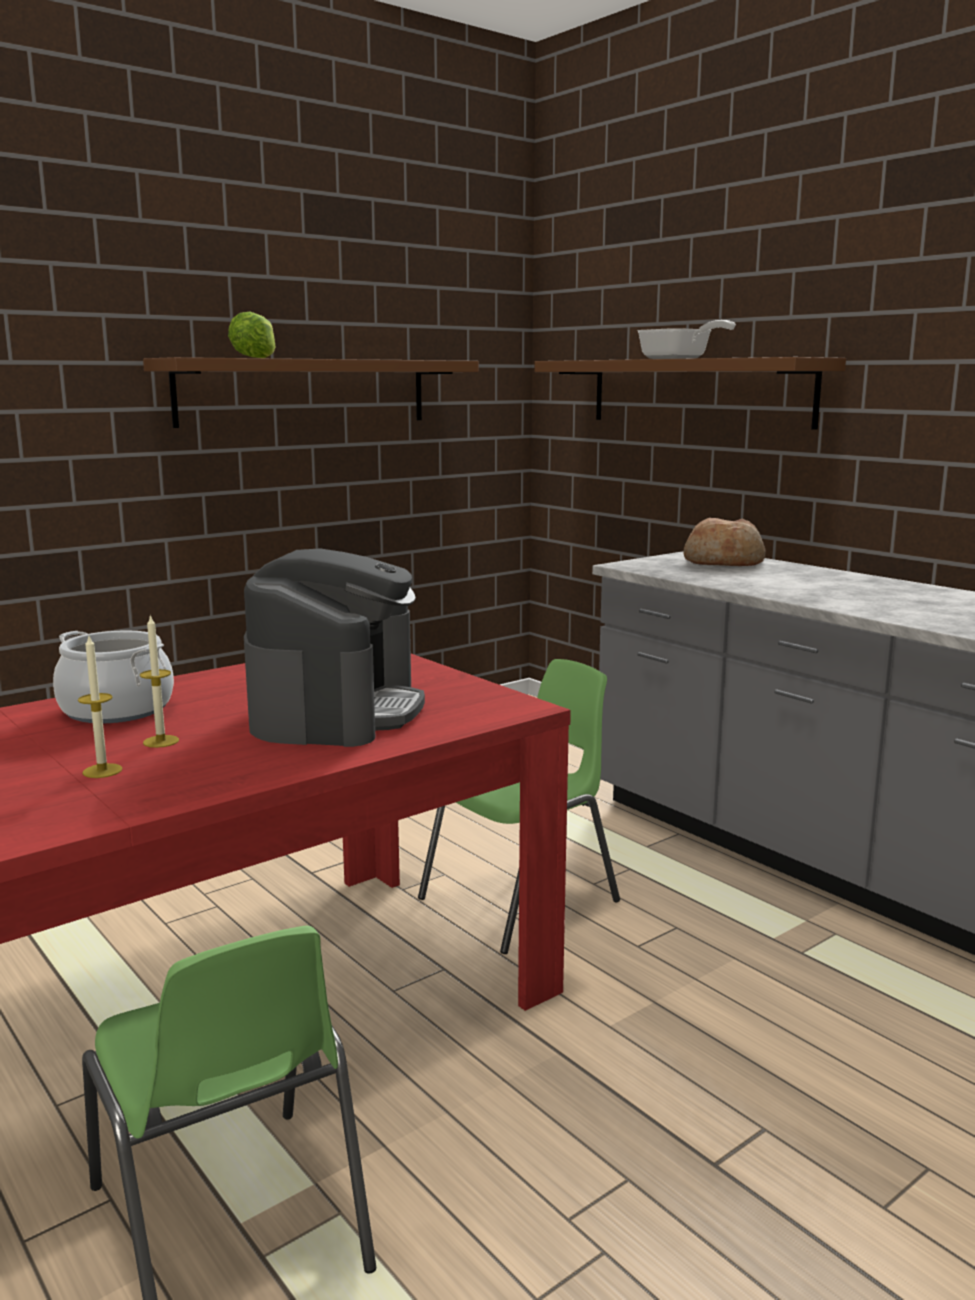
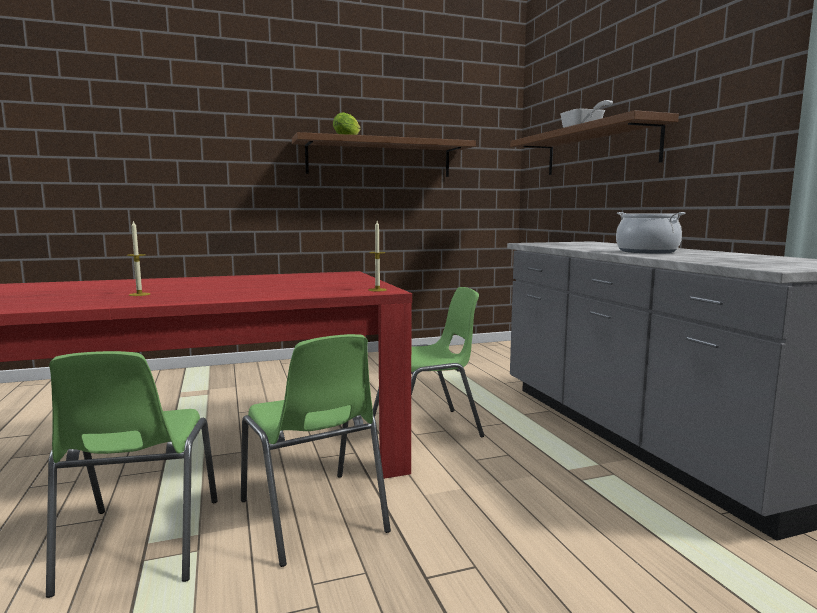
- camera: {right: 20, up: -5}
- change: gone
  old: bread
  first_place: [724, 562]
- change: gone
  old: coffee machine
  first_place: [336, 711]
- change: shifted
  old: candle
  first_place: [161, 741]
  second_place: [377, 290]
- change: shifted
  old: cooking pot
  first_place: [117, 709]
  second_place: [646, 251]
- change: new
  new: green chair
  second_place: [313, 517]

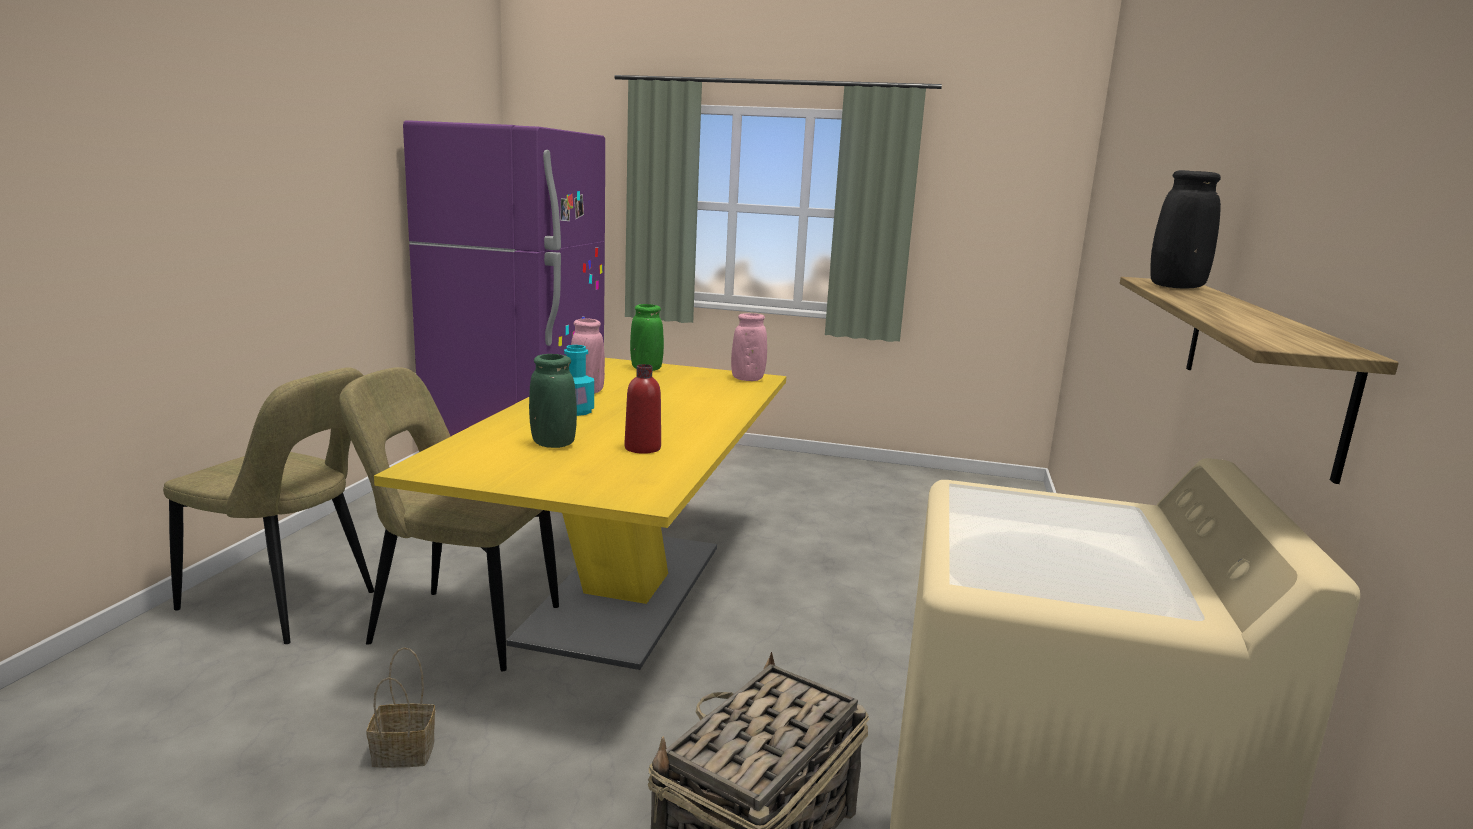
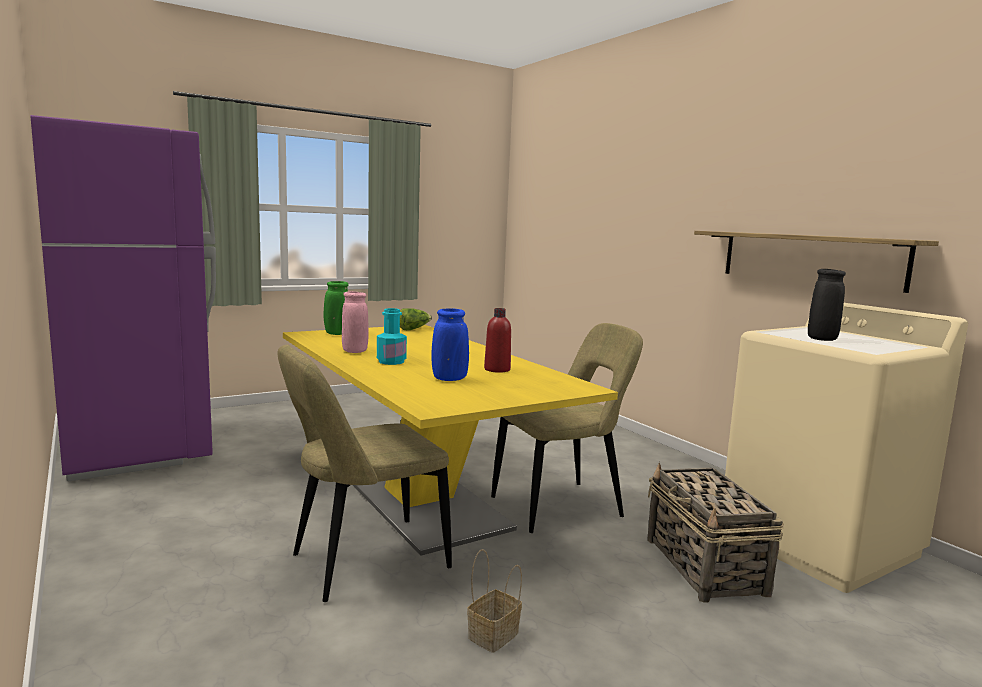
- camera: {right: -45, up: -5}
- change: shifted
  old: black vase
  first_place: [1176, 287]
  second_place: [822, 339]
- change: swapped
  old: pink vase
  new: lettuce
  first_place: [747, 379]
  second_place: [413, 329]
- change: repainted
  old: green vase
  new: blue vase
  first_place: [553, 444]
  second_place: [449, 379]
- change: shifted
  old: beige chair
  first_place: [285, 604]
  second_place: [562, 506]

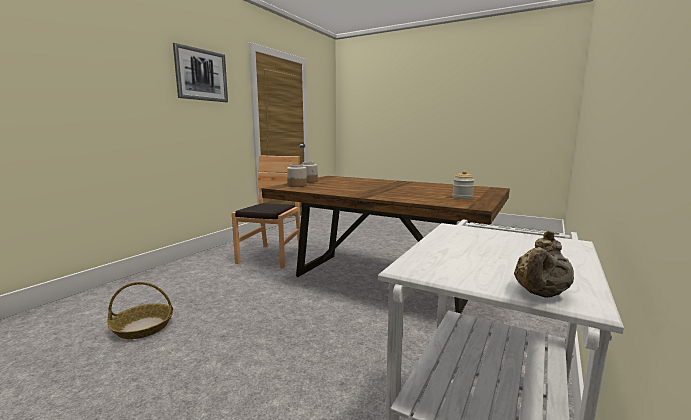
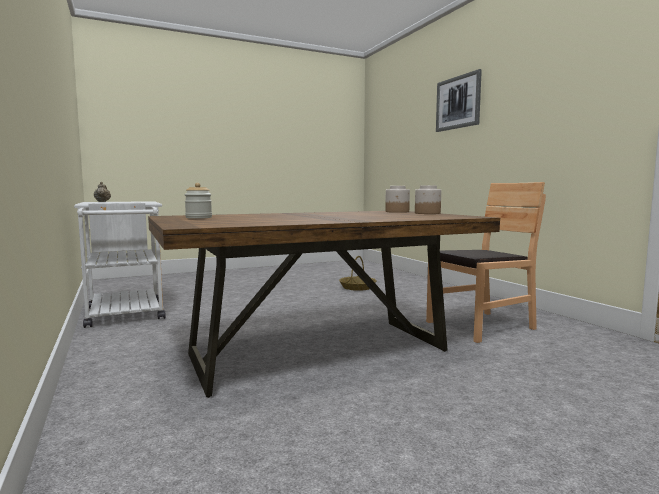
- camera: {right: 125, up: -5}
- change: shifted
  old: picture
  first_place: [201, 75]
  second_place: [458, 102]
- change: rotated
  old: brown chair
  first_place: [271, 256]
  second_place: [481, 326]
  degrees: -75

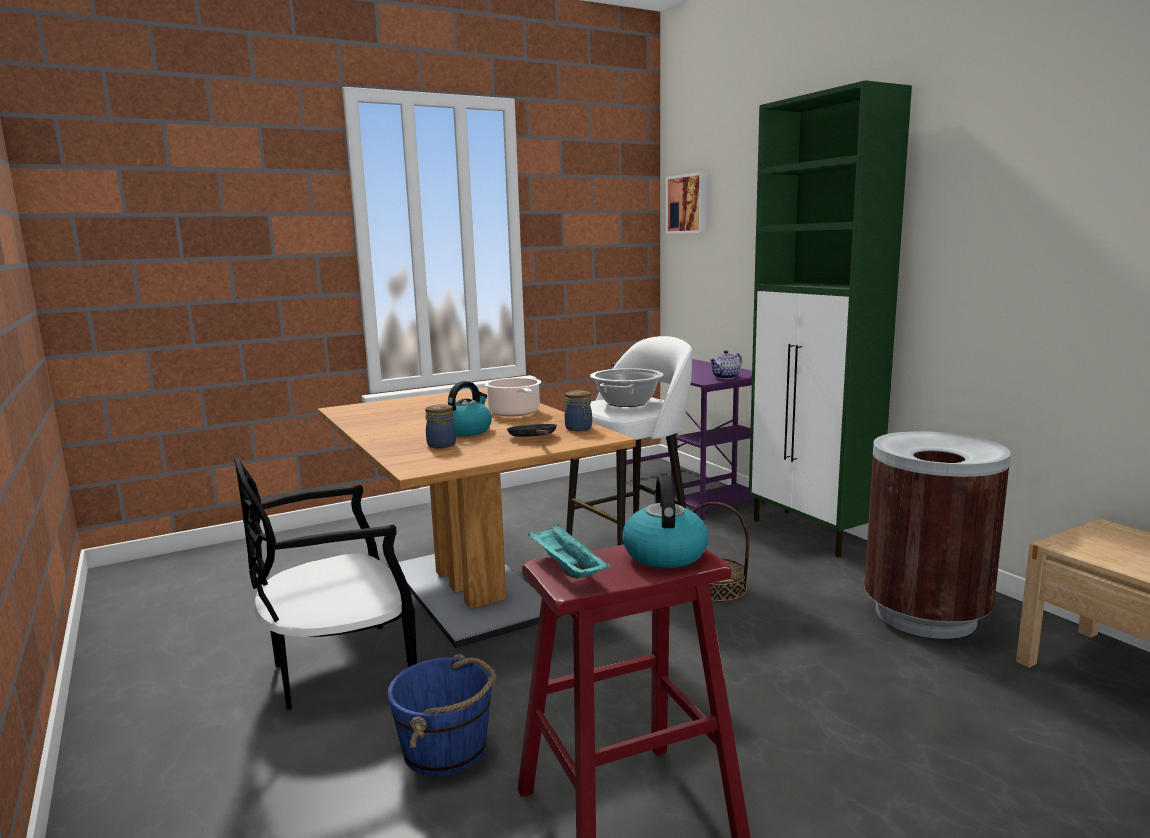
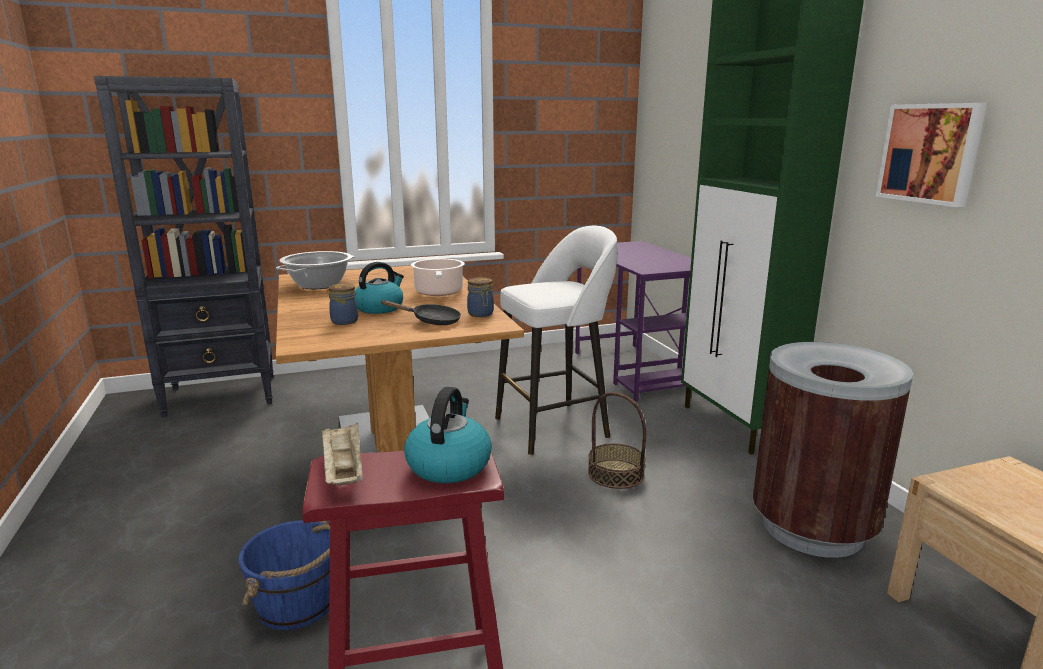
- camera: {right: 10, up: 5}
- change: shifted
  old: picture
  first_place: [688, 204]
  second_place: [931, 153]
- change: gone
  old: teapot
  first_place: [726, 377]
- change: shifted
  old: cooking pot
  first_place: [627, 403]
  second_place: [319, 285]
- change: rotated
  old: black frying pan
  first_place: [534, 438]
  second_place: [431, 321]
  degrees: 105
- change: gone
  old: black chair
  first_place: [338, 670]
- change: repainted
  old: turquoise tray
  new: beige tray
  first_place: [566, 568]
  second_place: [343, 470]
- change: new
  new: black bookcase
  second_place: [223, 395]

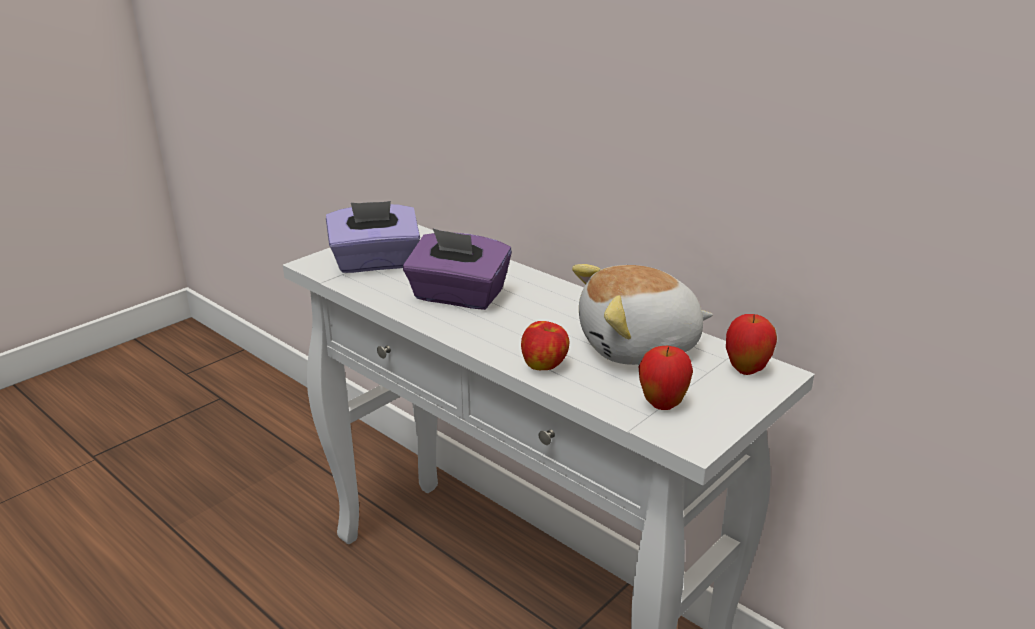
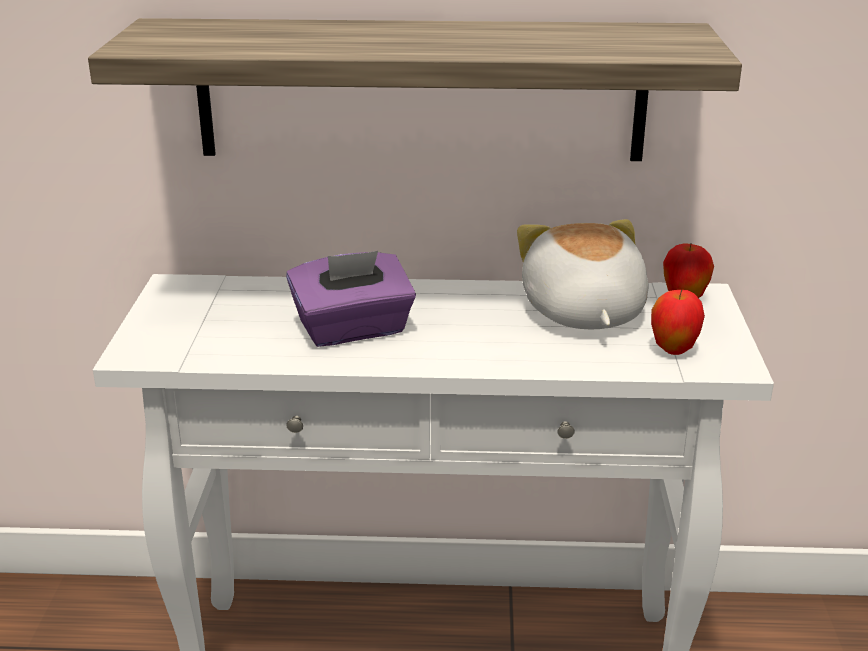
- camera: {right: -40, up: 0}
- change: gone
  old: purple tissue box
  first_place: [375, 263]
- change: rotated
  old: plush toy
  first_place: [639, 347]
  second_place: [582, 312]
  degrees: 135
- change: gone
  old: apple
  first_place: [544, 366]
- change: new
  new: shelf
  second_place: [421, 90]

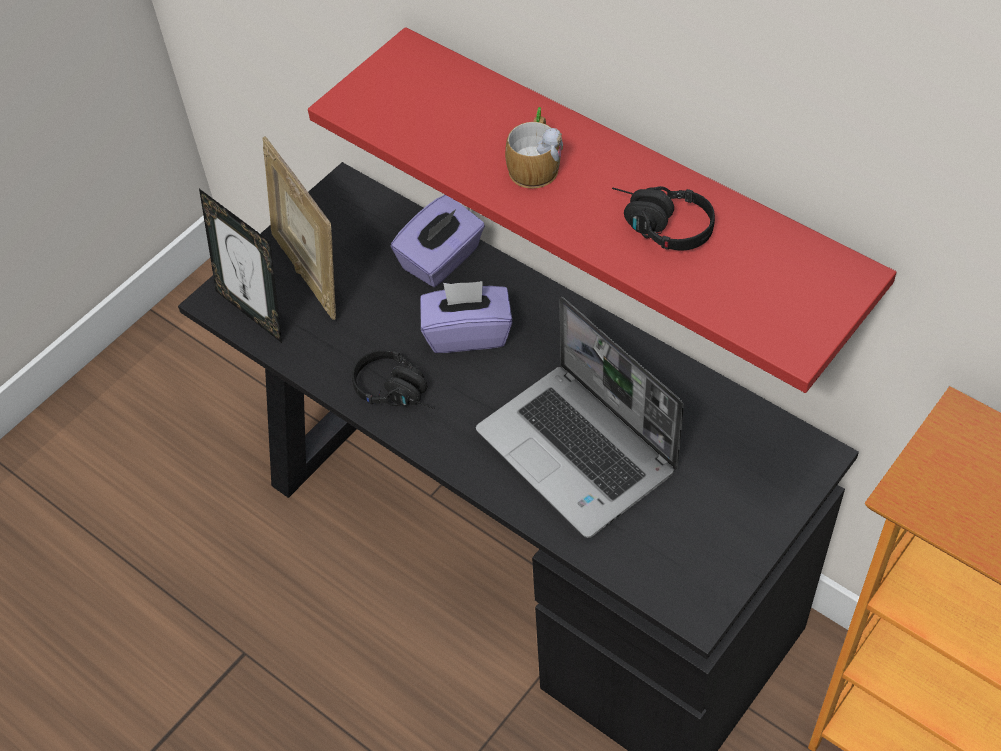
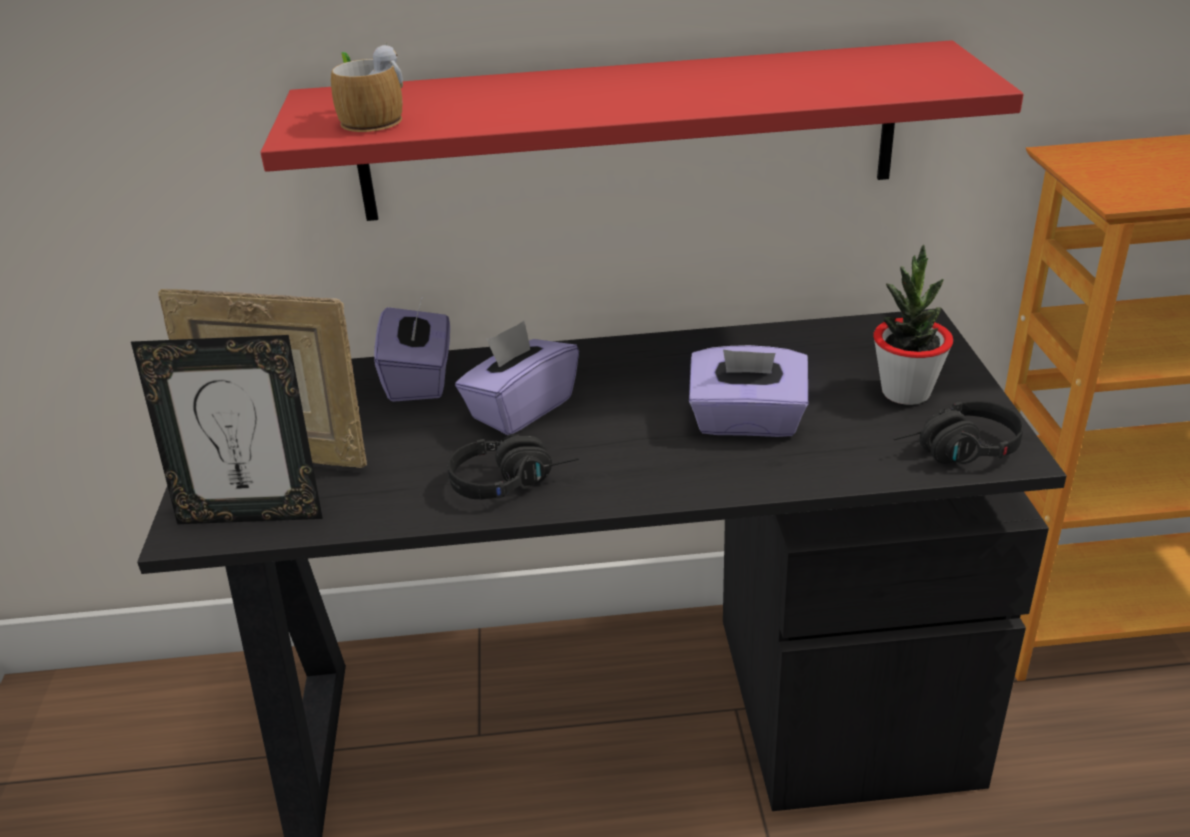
- camera: {right: -45, up: -20}
- change: shifted
  old: mug
  first_place: [536, 163]
  second_place: [368, 119]
- change: shifted
  old: black headphones
  first_place: [658, 226]
  second_place: [956, 452]
- change: swapped
  old: laptop
  new: purple tissue box
  first_place: [579, 452]
  second_place: [747, 422]
- change: new
  new: potted plant
  second_place: [905, 392]

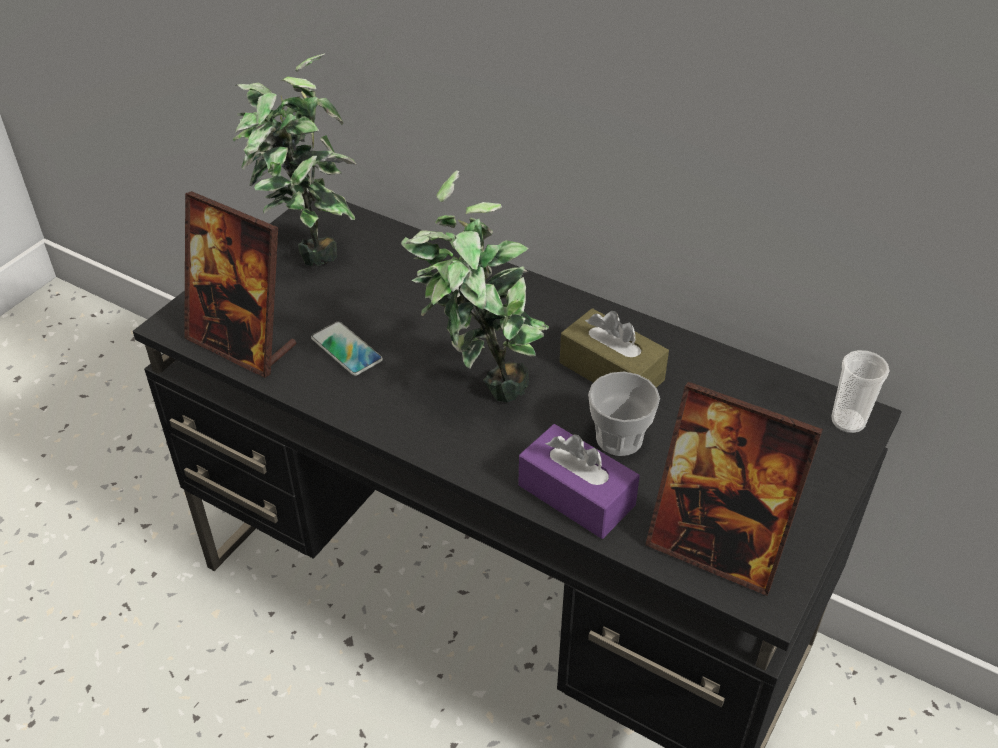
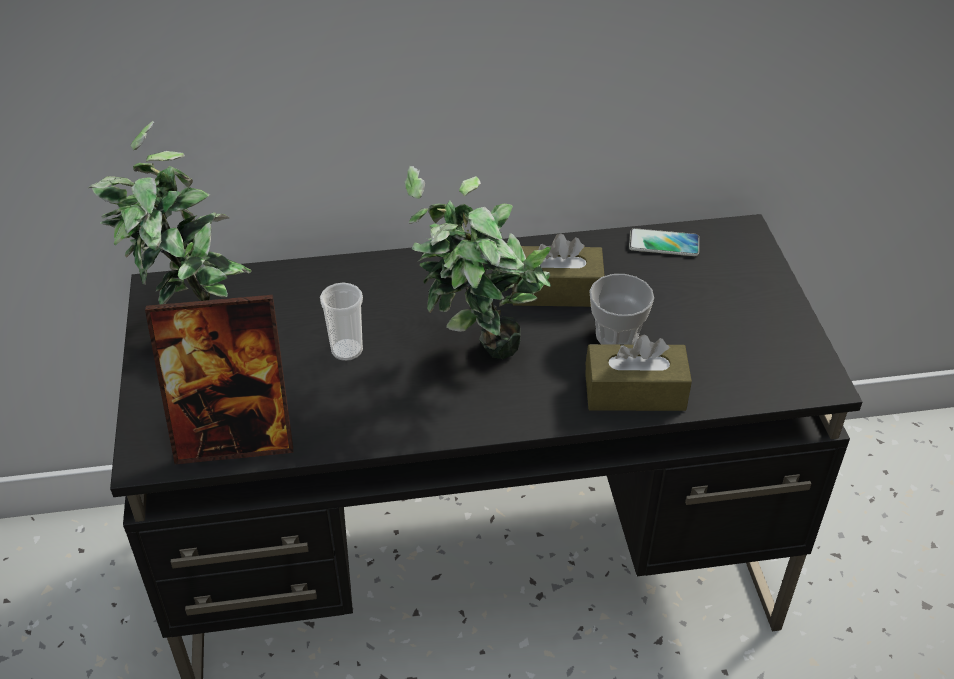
- camera: {right: -40, up: 0}
- change: shifted
  old: phone
  first_place: [346, 349]
  second_place: [664, 244]
- change: shifted
  old: cup
  first_place: [848, 421]
  second_place: [347, 350]
- change: gone
  old: picture frame
  first_place: [716, 548]
- change: repainted
  old: purple tissue box
  new: brown tissue box
  first_place: [576, 495]
  second_place: [635, 392]

